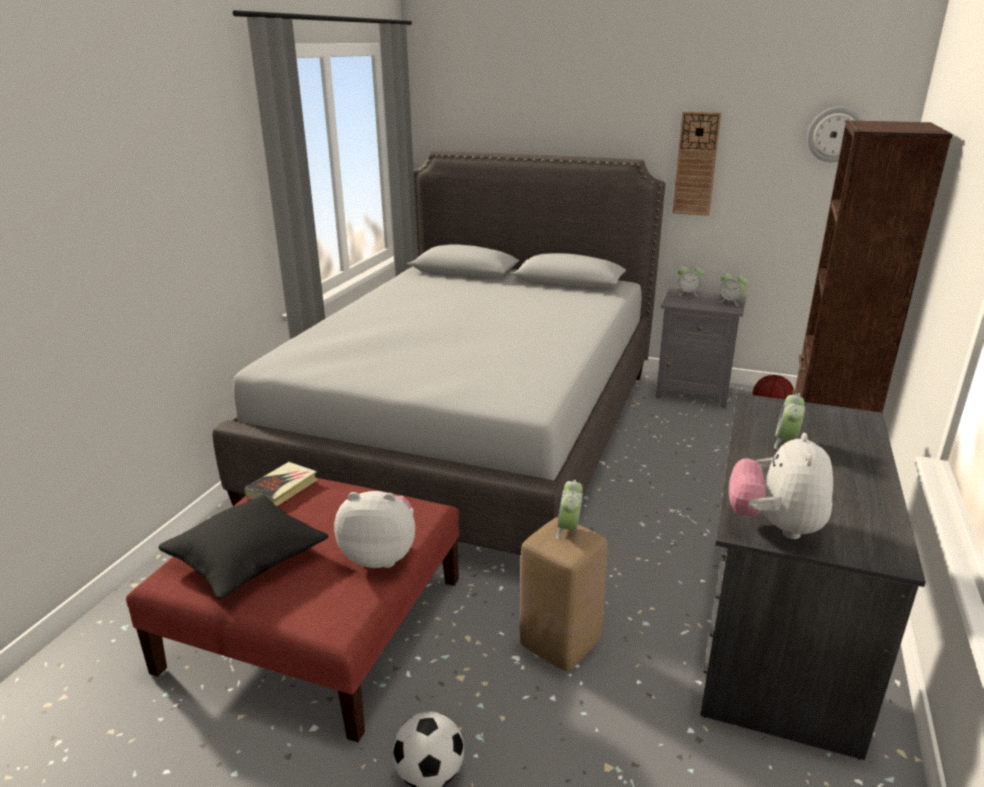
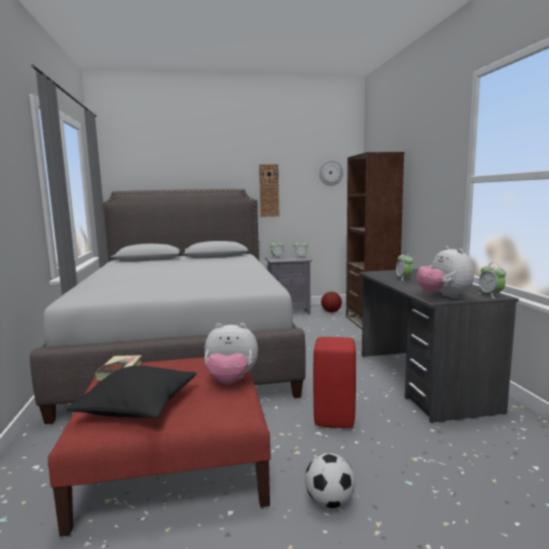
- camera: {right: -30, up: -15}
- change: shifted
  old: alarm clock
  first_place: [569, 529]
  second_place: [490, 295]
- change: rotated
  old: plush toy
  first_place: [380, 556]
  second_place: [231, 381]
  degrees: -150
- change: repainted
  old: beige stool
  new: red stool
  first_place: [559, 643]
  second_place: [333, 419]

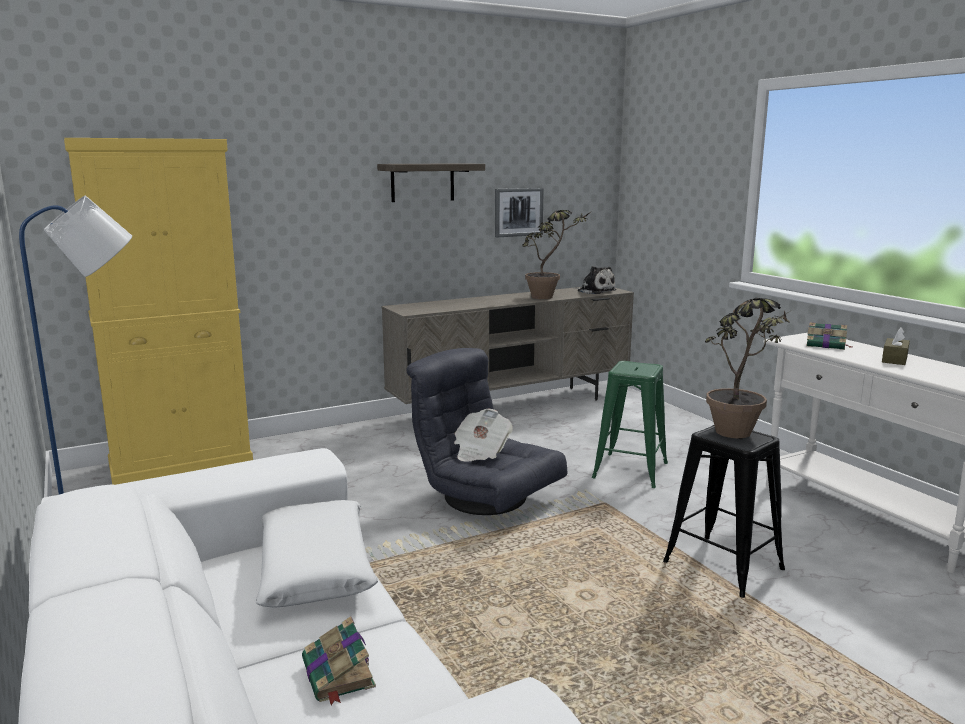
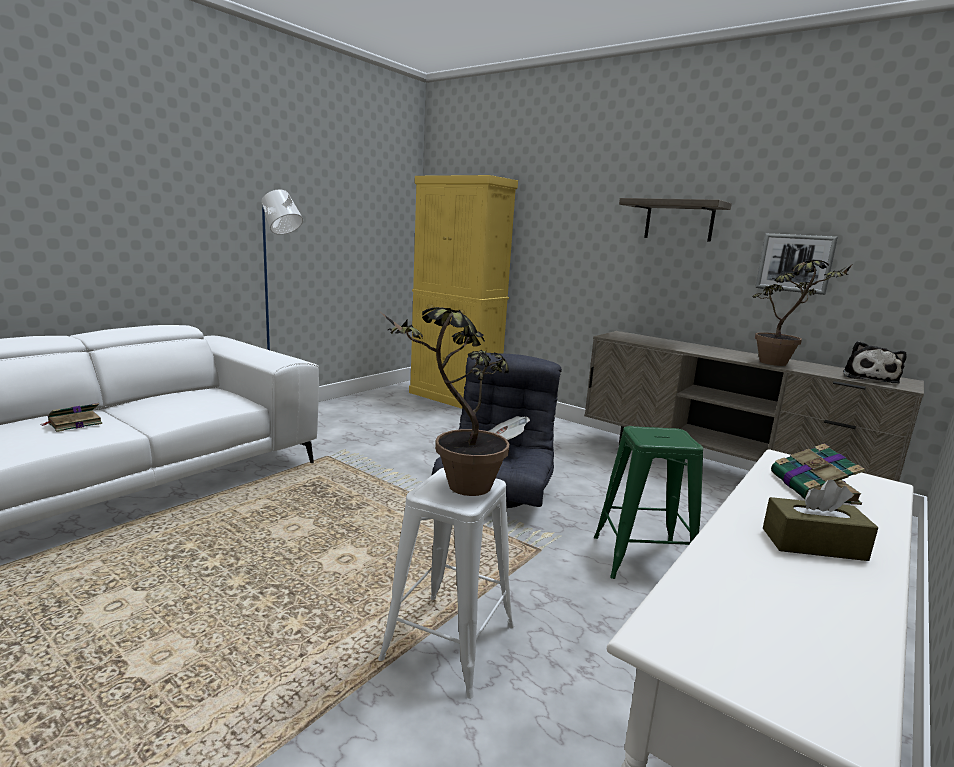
- camera: {right: 65, up: 0}
- change: repainted
  old: black stool
  new: white stool
  first_place: [723, 566]
  second_place: [449, 642]
- change: gone
  old: white pillow
  first_place: [316, 567]

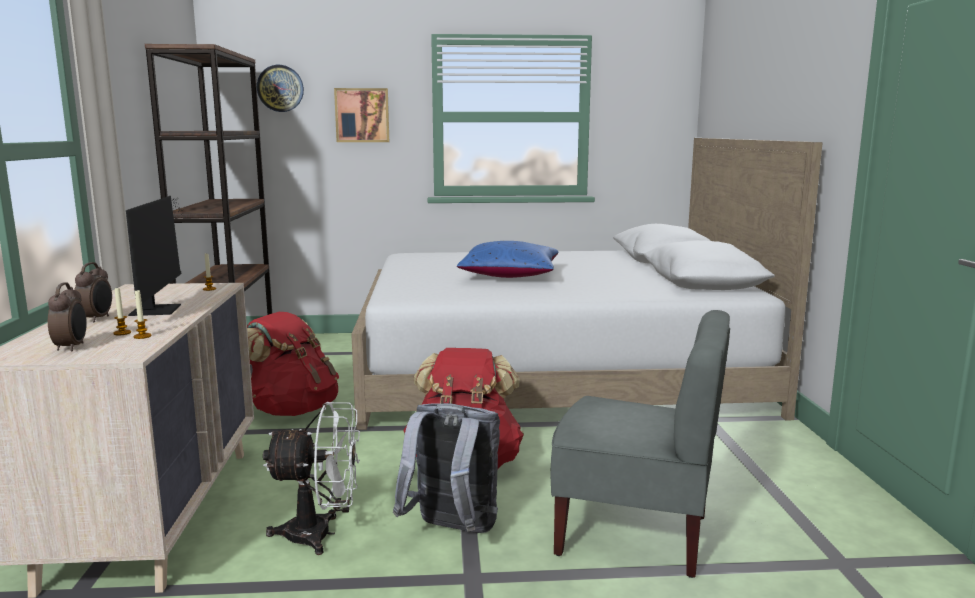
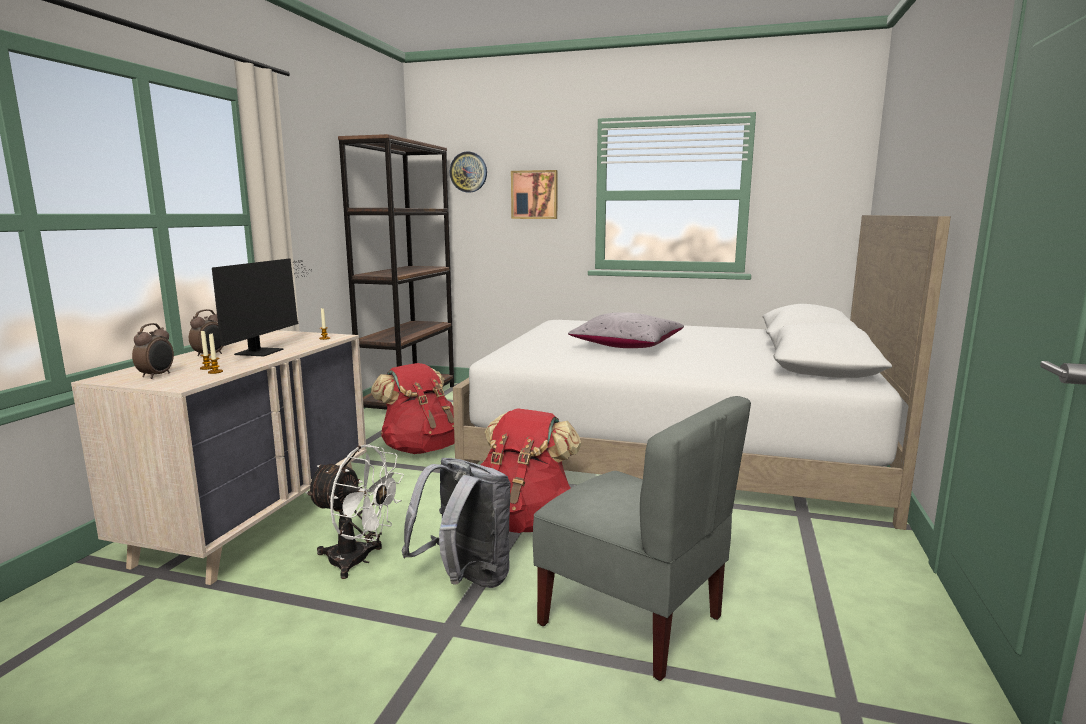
- camera: {right: 20, up: 0}
- change: repainted
  old: blue pillow
  new: grey pillow
  first_place: [510, 275]
  second_place: [627, 346]

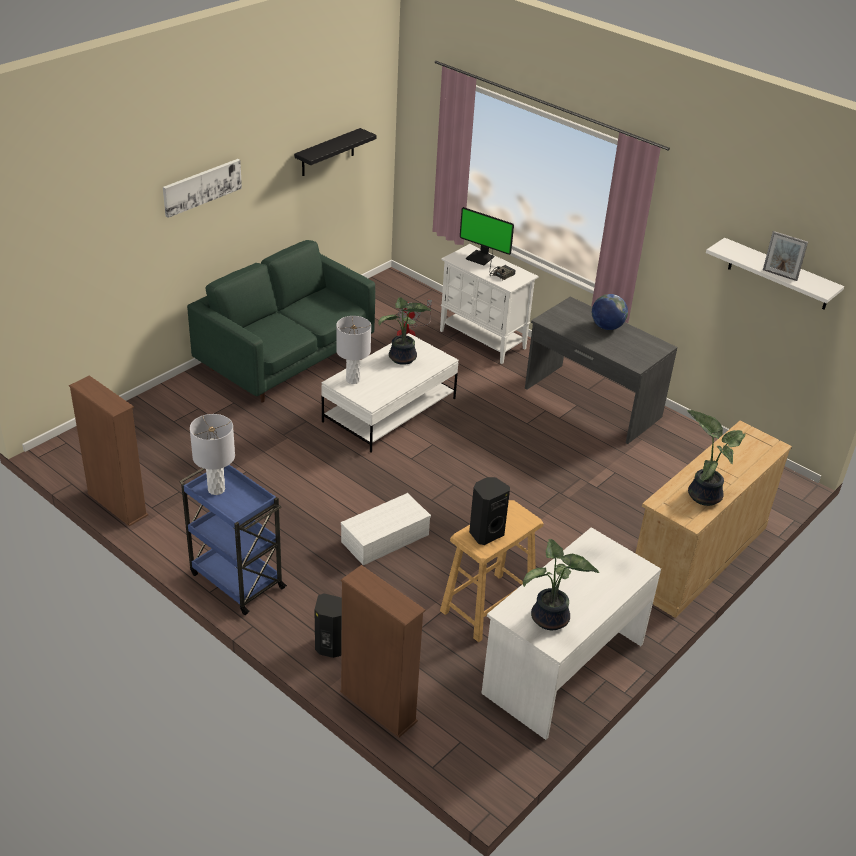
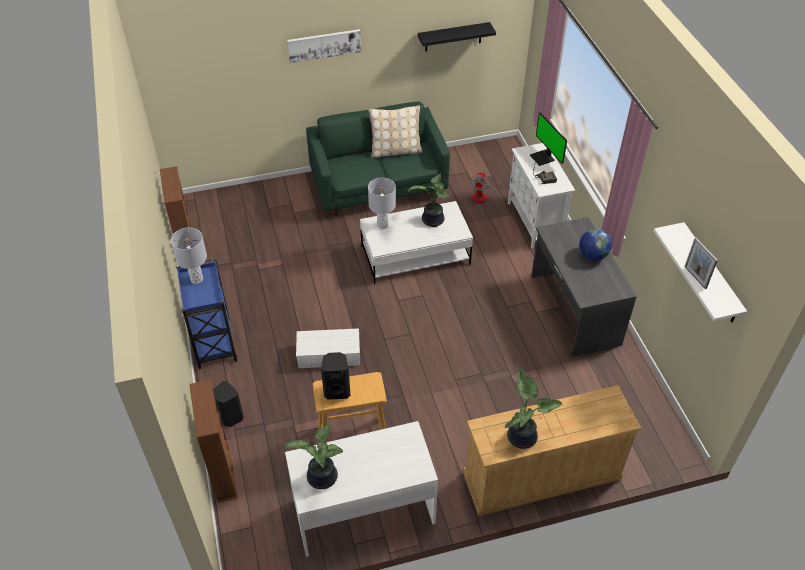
- camera: {right: 35, up: 10}
- change: new
  new: beige pillow
  second_place: [395, 151]

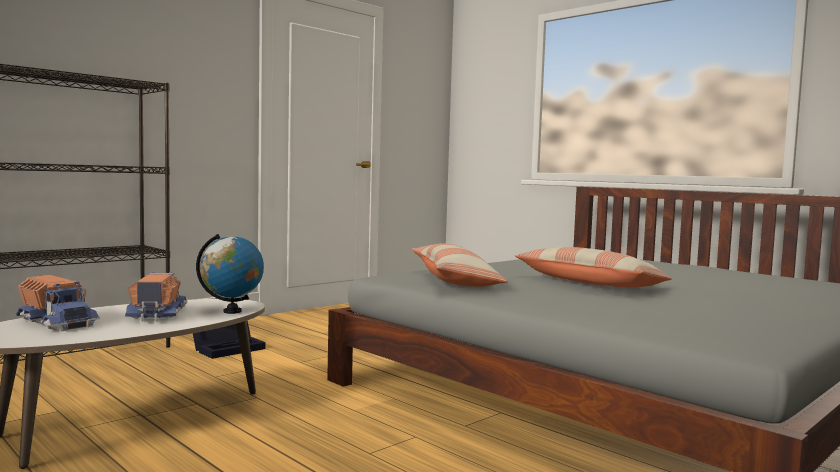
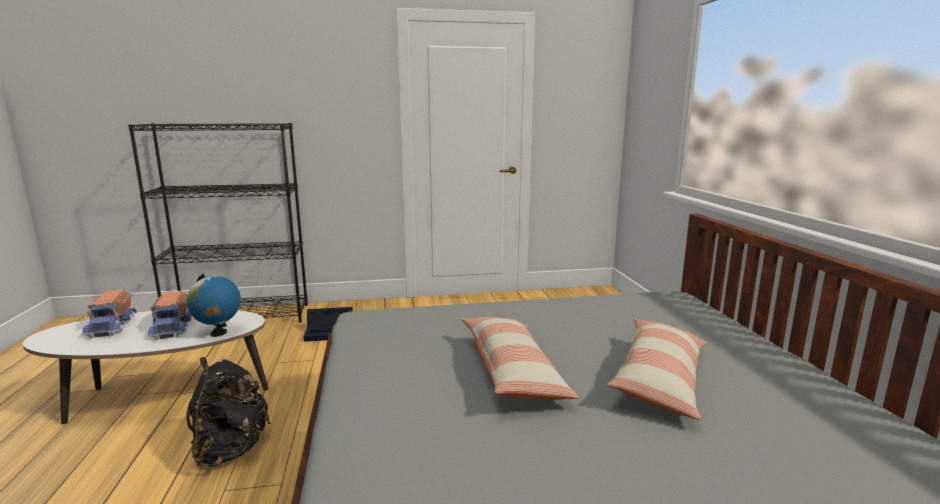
- camera: {right: 35, up: 10}
- change: shifted
  old: pillow
  first_place: [455, 281]
  second_place: [660, 379]
- change: rotated
  old: toy truck
  first_place: [157, 314]
  second_place: [173, 327]
  degrees: 135
- change: new
  new: black backpack
  second_place: [230, 449]

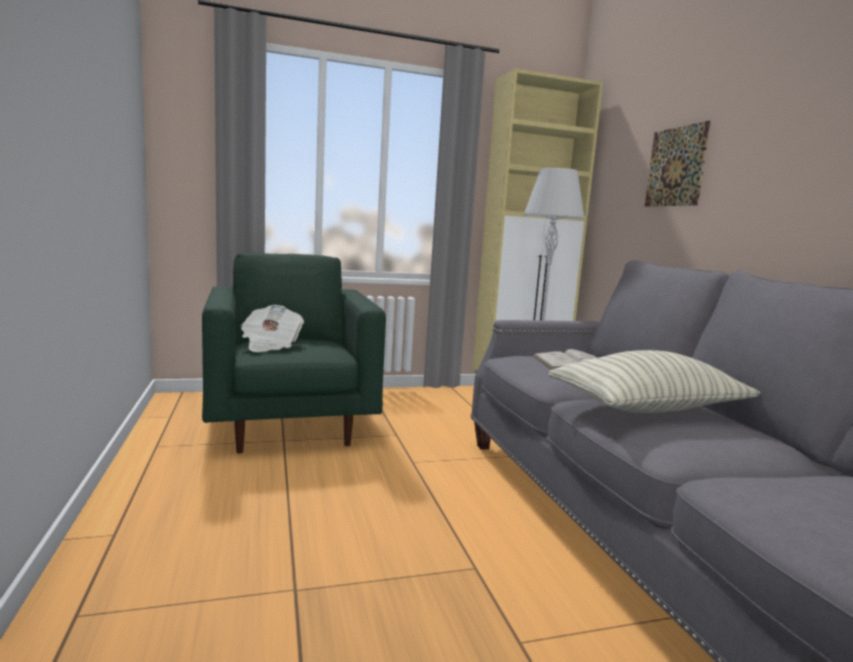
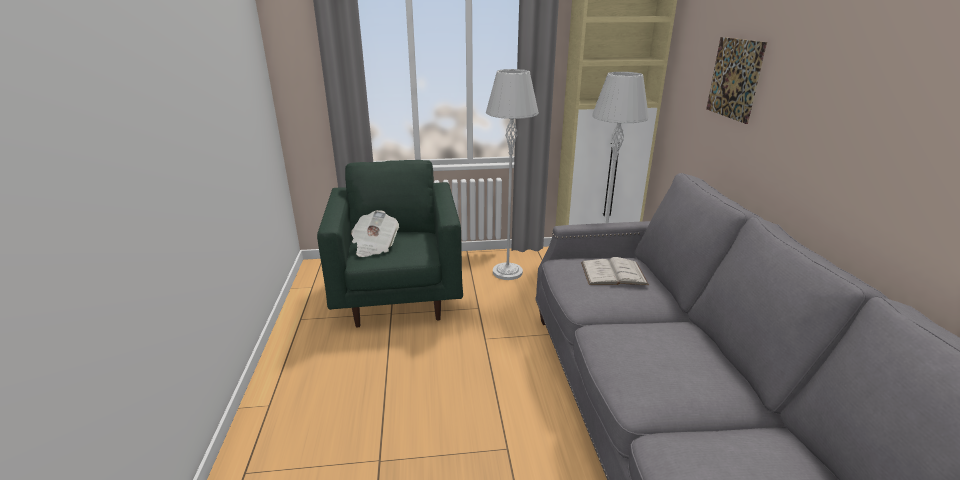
- camera: {right: 10, up: 15}
- change: gone
  old: pillow
  first_place: [648, 409]
- change: new
  new: grey floor lamp
  second_place: [507, 272]

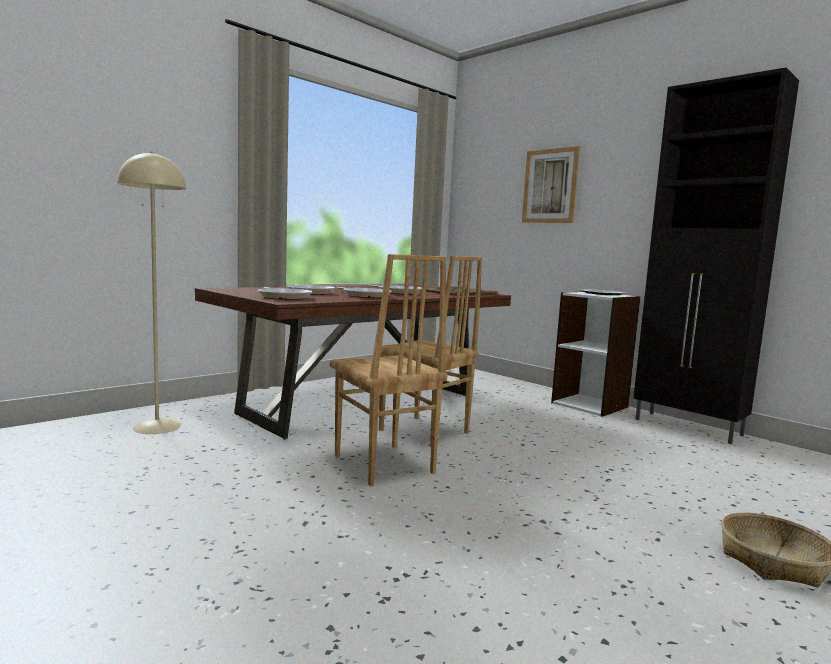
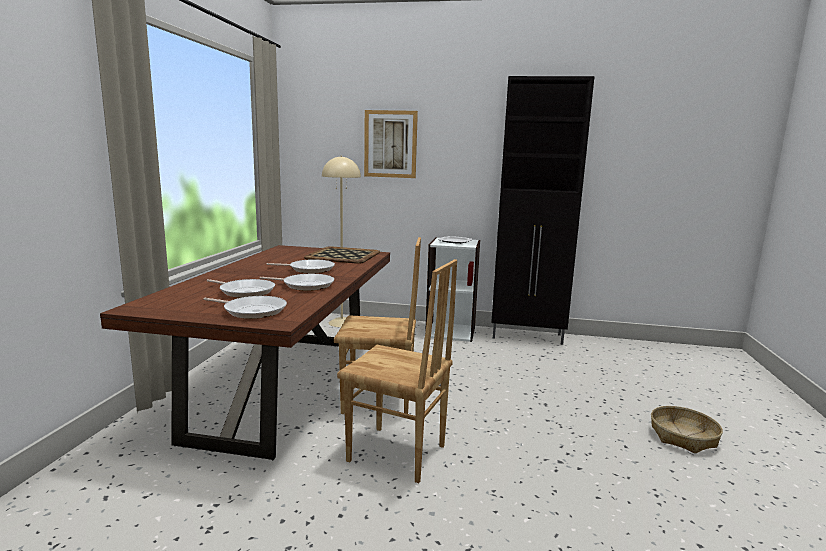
- camera: {right: -35, up: 5}
- change: shifted
  old: beige floor lamp
  first_place: [157, 426]
  second_place: [342, 322]

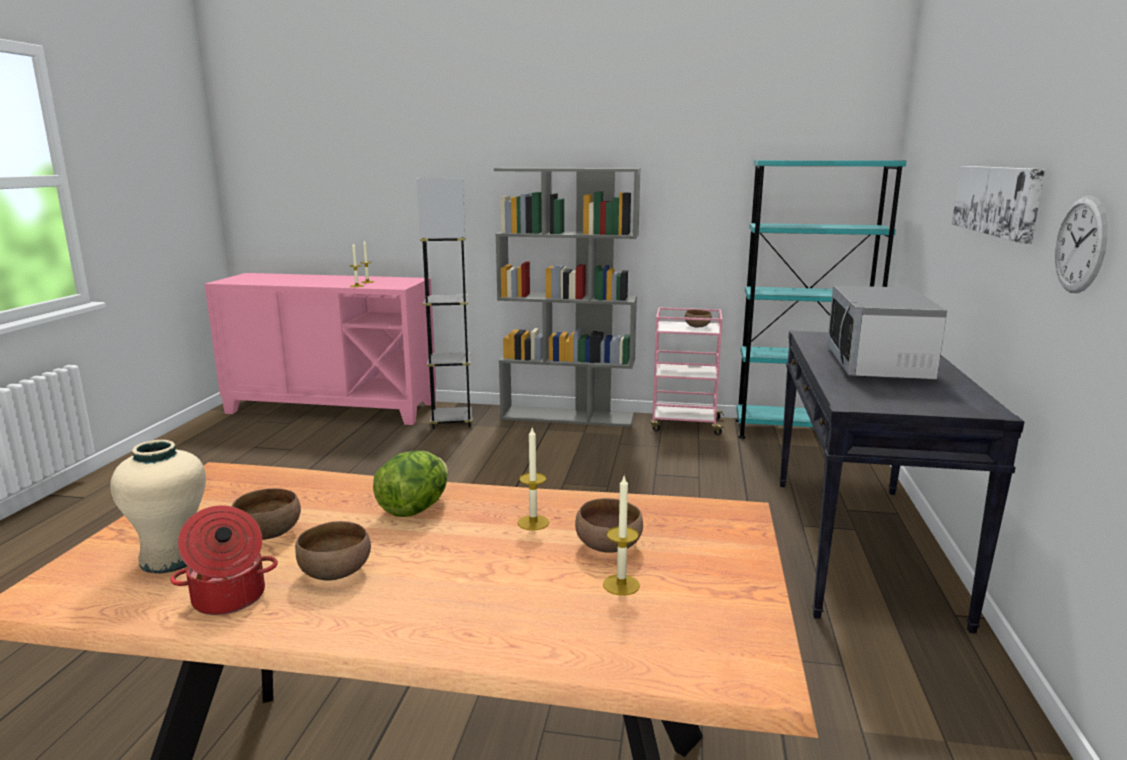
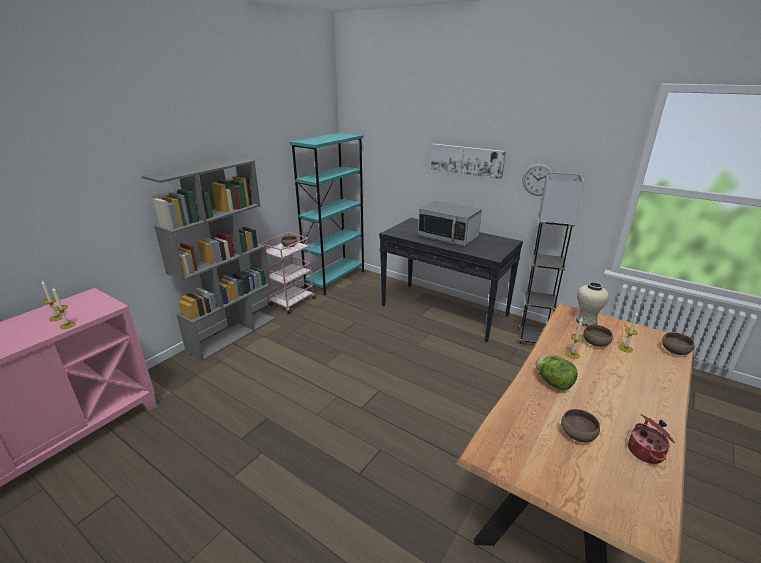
- camera: {right: -65, up: 10}
- change: shifted
  old: grey floor lamp
  first_place: [451, 422]
  second_place: [533, 339]
- change: shifted
  old: beige vase
  first_place: [171, 558]
  second_place: [586, 321]
- change: shifted
  old: brown bowl
  first_place: [336, 572]
  second_place: [674, 351]

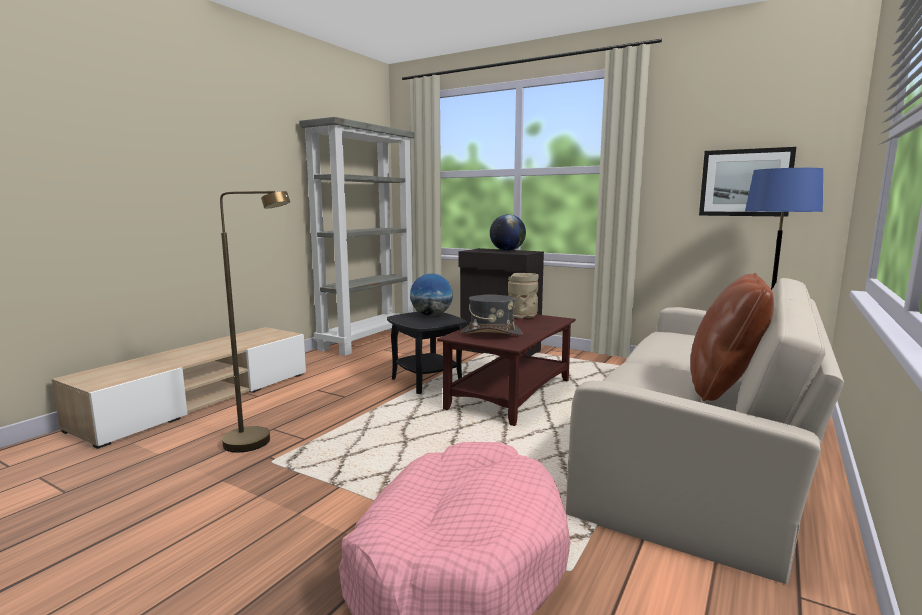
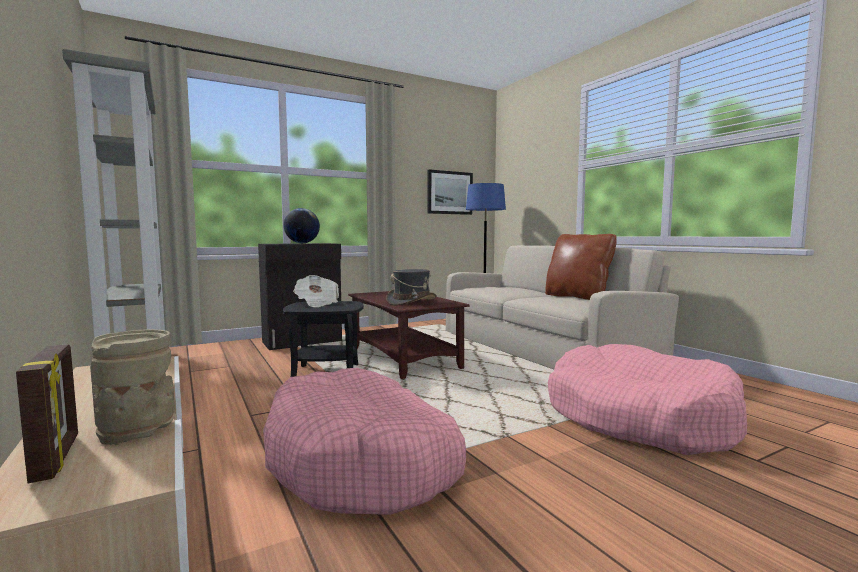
- camera: {right: -60, up: -5}
- change: swapped
  old: brown floor lamp
  new: pink dog bed
  first_place: [259, 443]
  second_place: [363, 461]
- change: swapped
  old: globe
  new: newspaper
  first_place: [431, 315]
  second_place: [317, 303]
- change: shifted
  old: beige vase
  first_place: [522, 317]
  second_place: [138, 430]
- change: new
  new: picture frame
  second_place: [57, 458]

